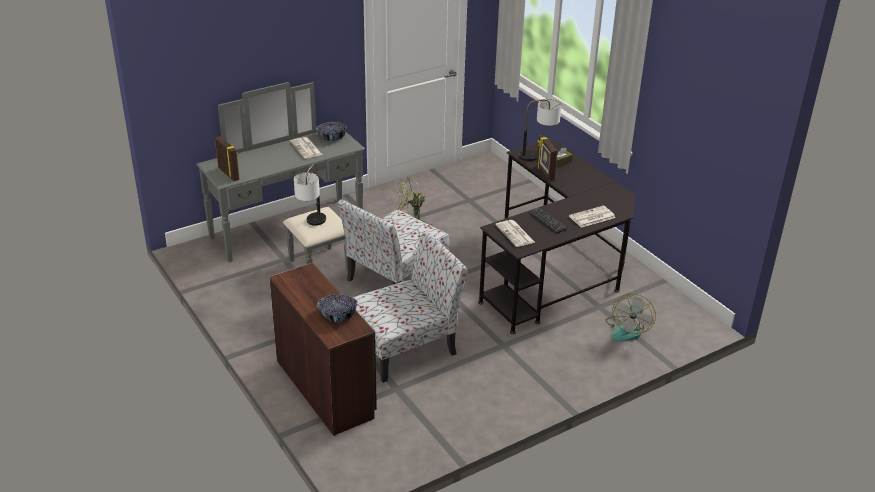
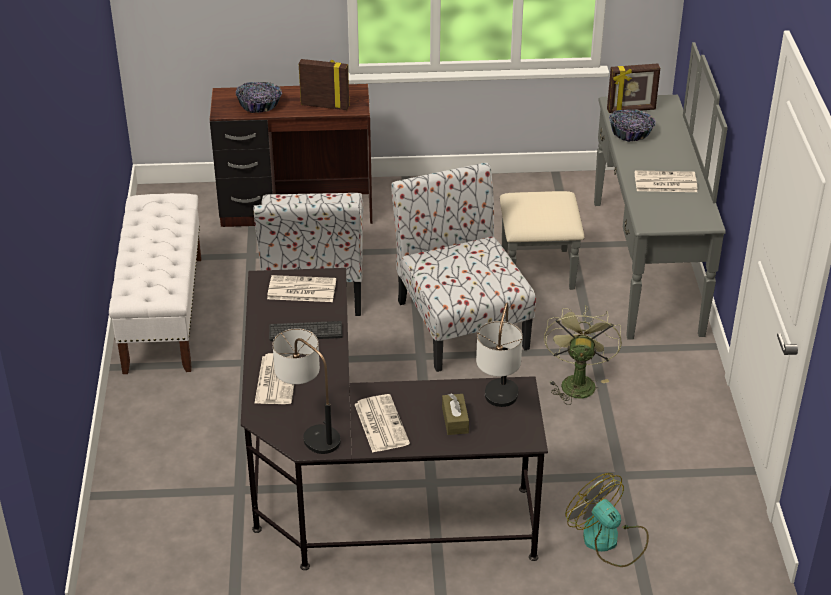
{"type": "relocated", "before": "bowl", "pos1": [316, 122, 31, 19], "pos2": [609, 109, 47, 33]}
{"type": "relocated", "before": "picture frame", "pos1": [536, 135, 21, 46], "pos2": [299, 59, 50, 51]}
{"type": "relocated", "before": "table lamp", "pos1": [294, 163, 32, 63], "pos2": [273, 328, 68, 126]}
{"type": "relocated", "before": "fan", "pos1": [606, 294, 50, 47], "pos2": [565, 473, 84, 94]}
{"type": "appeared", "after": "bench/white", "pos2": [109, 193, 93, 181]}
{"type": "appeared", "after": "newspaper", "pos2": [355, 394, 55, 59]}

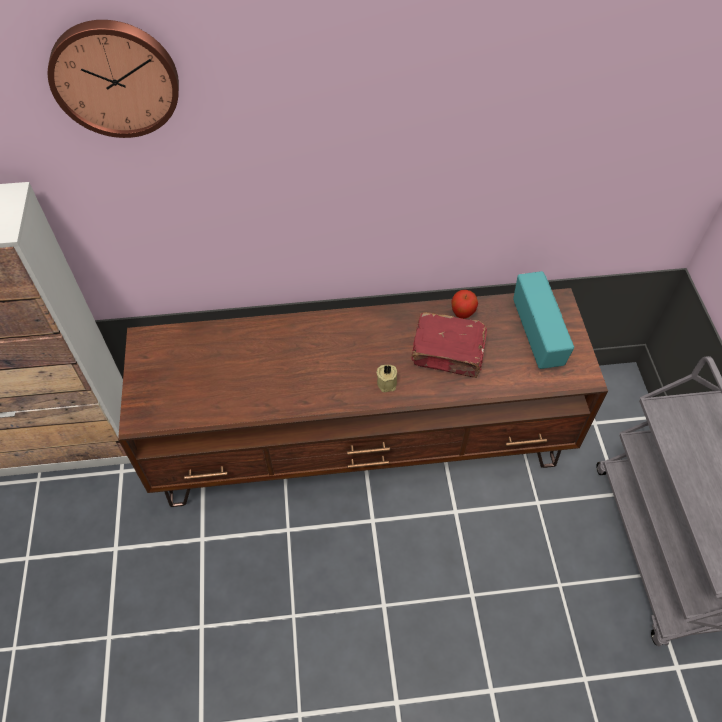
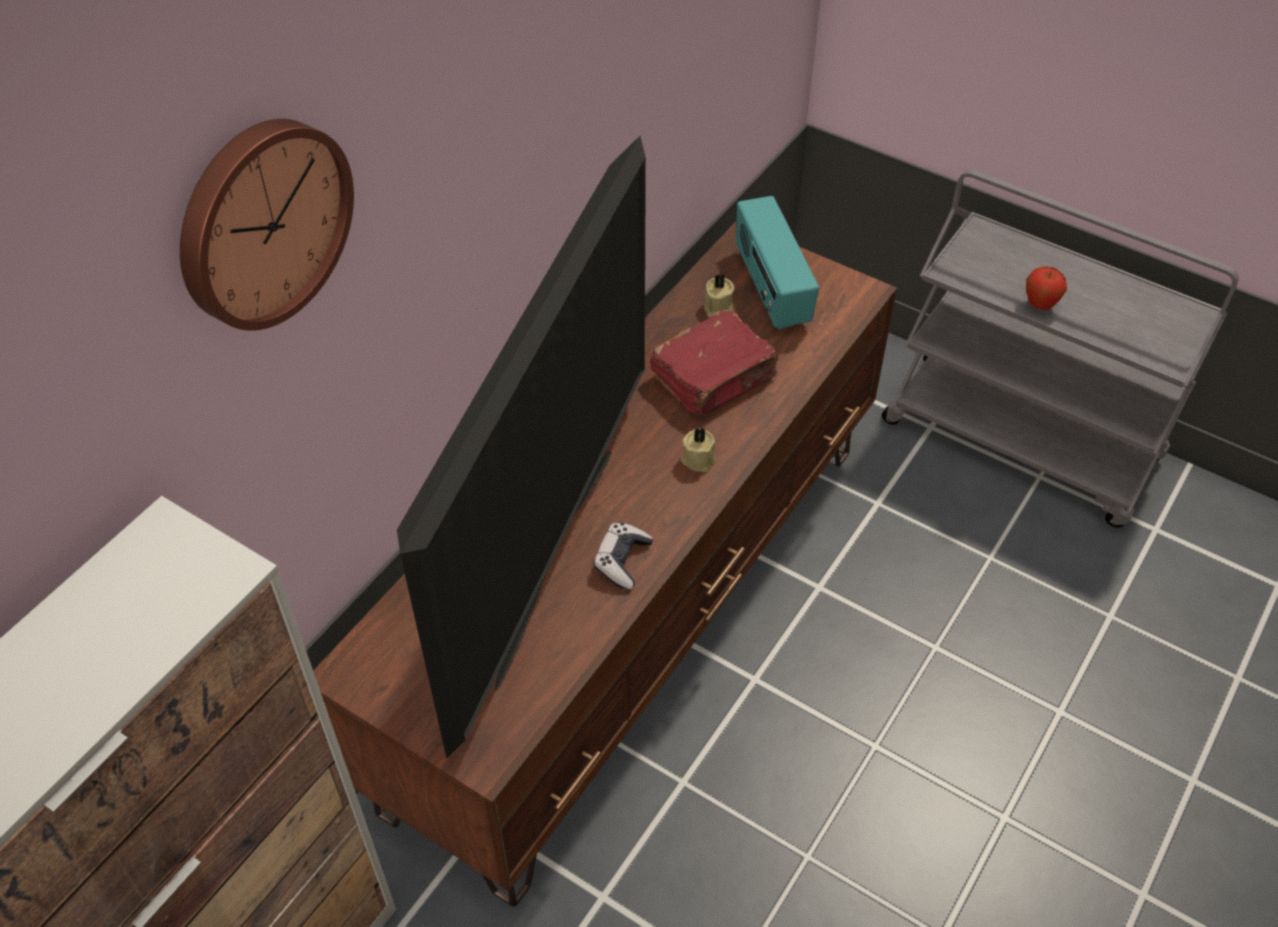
{"type": "spun", "before": "radio", "pos1": [513, 271, 61, 98], "pos2": [736, 196, 83, 134], "turn": -135}
{"type": "relocated", "before": "apple", "pos1": [451, 290, 27, 29], "pos2": [1026, 267, 41, 43]}
{"type": "appeared", "after": "television", "pos2": [397, 136, 249, 622]}
{"type": "appeared", "after": "candle/beige", "pos2": [703, 274, 31, 43]}
{"type": "appeared", "after": "game controller", "pos2": [594, 523, 59, 67]}

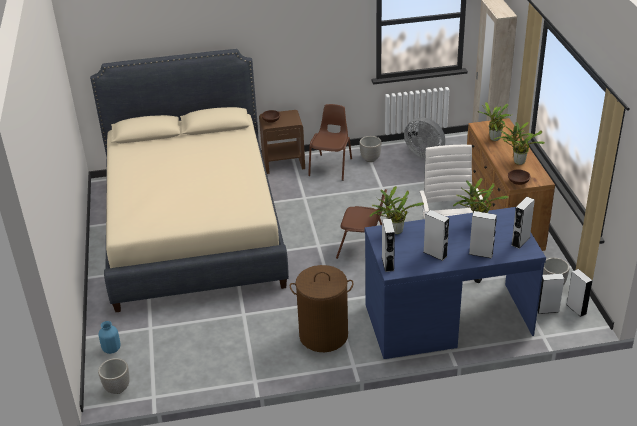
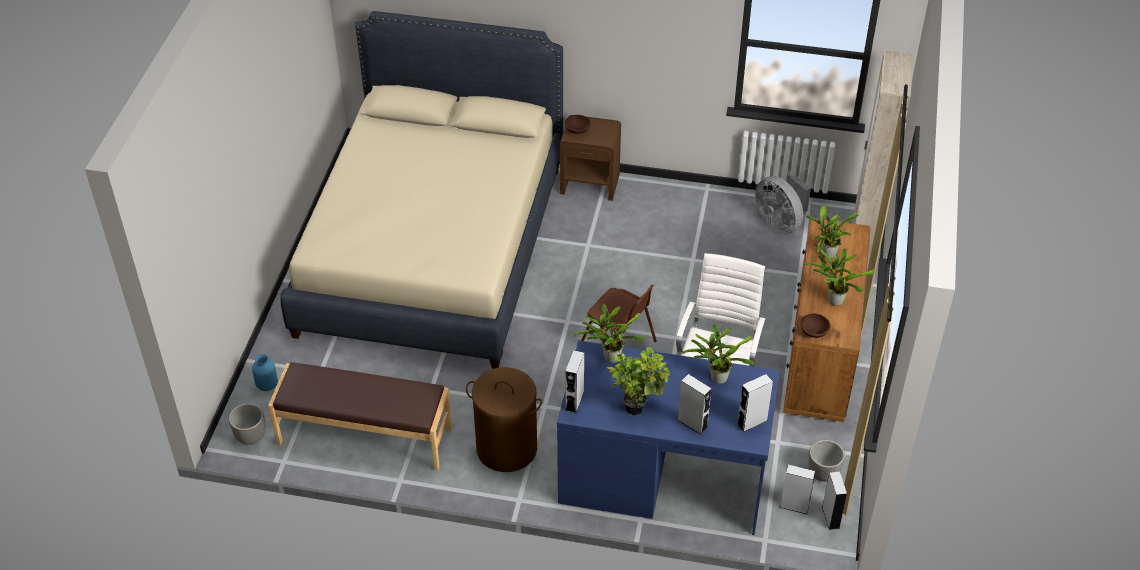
{"type": "missing", "before": "chair/brown", "pos1": [308, 104, 44, 77]}
{"type": "missing", "before": "planter", "pos1": [359, 136, 22, 26]}
{"type": "exchanged", "before": "speaker/grey", "after": "potted plant", "pos1": [424, 210, 25, 51], "pos2": [607, 347, 63, 69]}
{"type": "appeared", "after": "bench/brown", "pos2": [268, 362, 184, 109]}

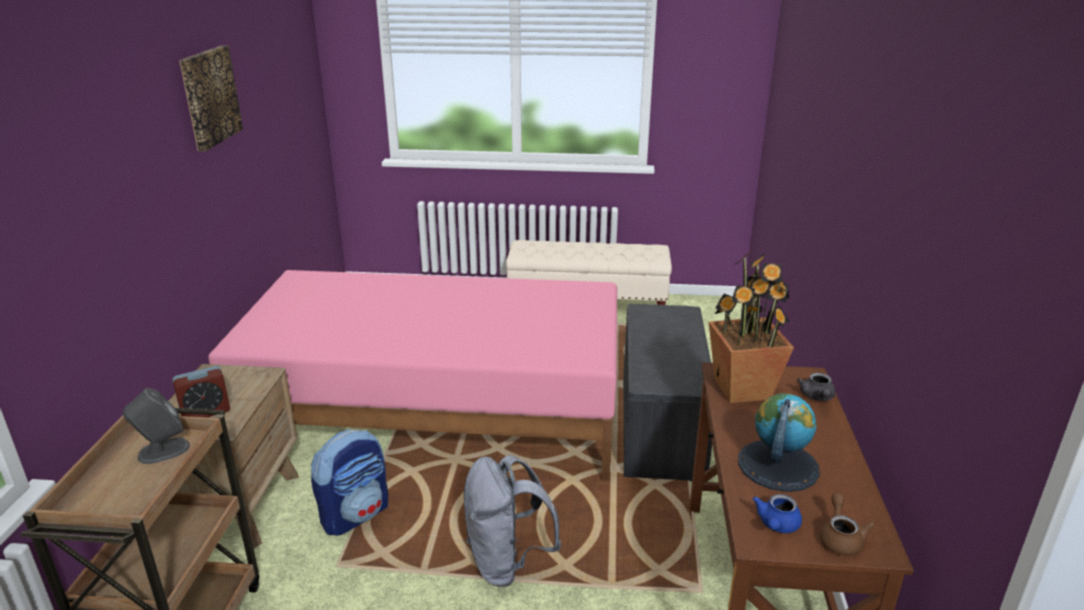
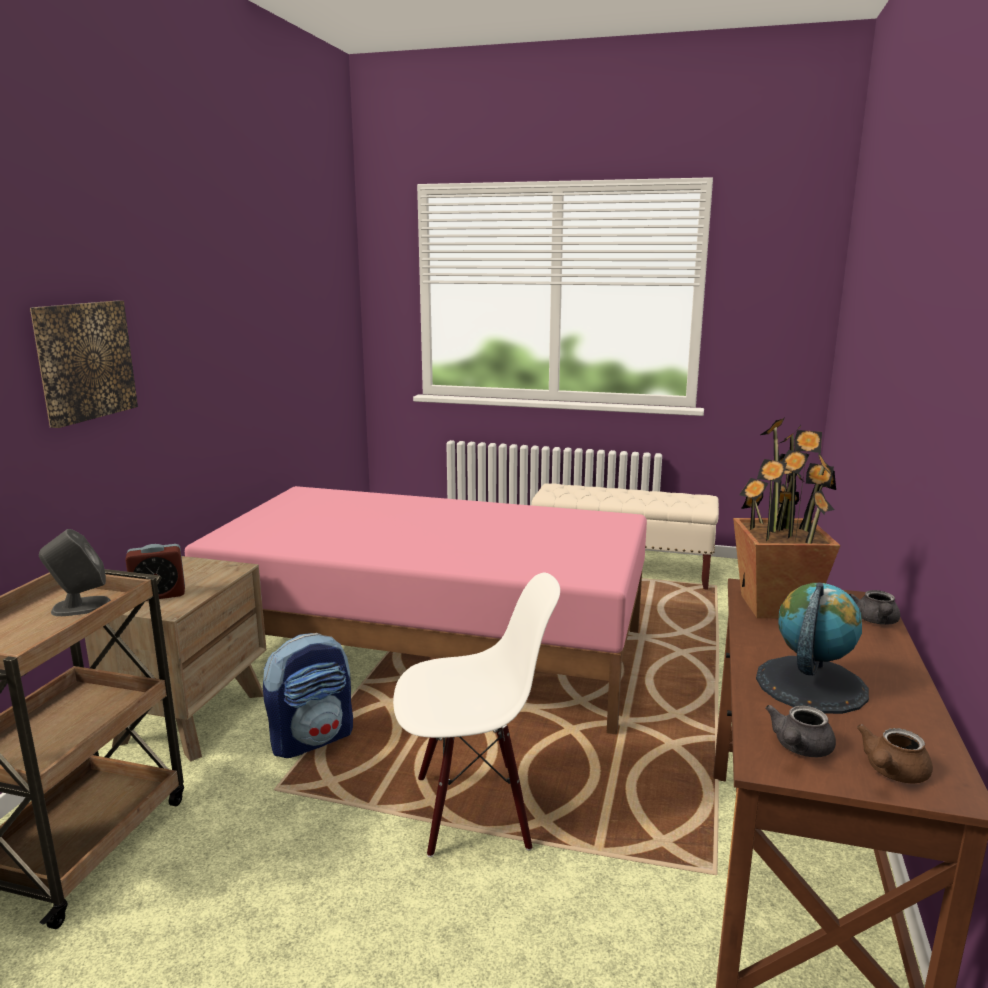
{"type": "relocated", "before": "picture", "pos1": [179, 45, 64, 106], "pos2": [30, 301, 108, 127]}
{"type": "missing", "before": "bench/grey", "pos1": [623, 304, 89, 178]}
{"type": "exchanged", "before": "backpack/grey", "after": "chair/white", "pos1": [463, 455, 99, 132], "pos2": [393, 573, 167, 284]}
{"type": "spun", "before": "teapot/brown", "pos1": [820, 493, 55, 63], "pos2": [857, 724, 76, 60], "turn": -150}
{"type": "colour", "before": "teapot/blue", "after": "teapot/grey", "pos1": [753, 494, 49, 39], "pos2": [765, 705, 71, 52]}

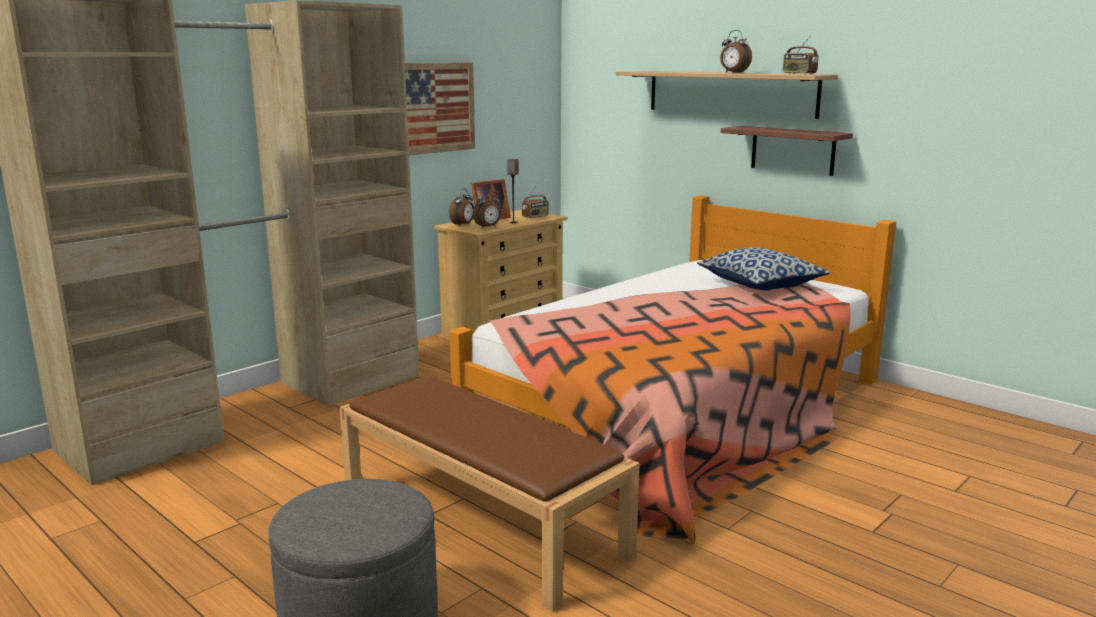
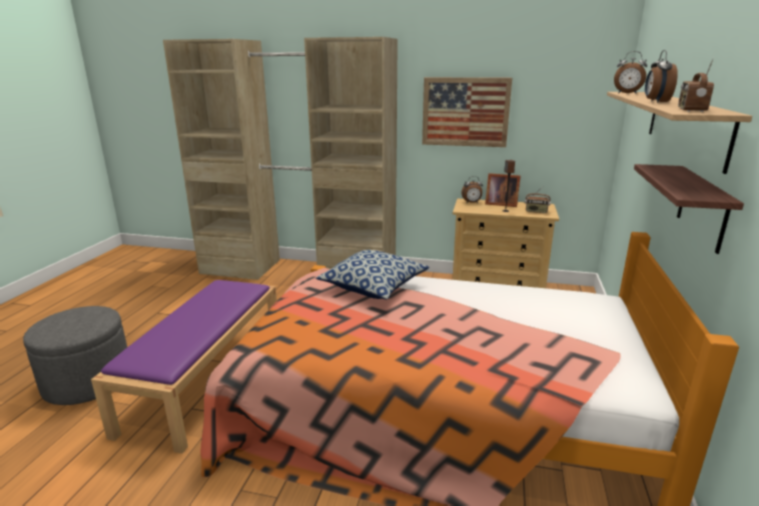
{"type": "relocated", "before": "alarm clock", "pos1": [473, 190, 28, 38], "pos2": [614, 51, 33, 43]}
{"type": "relocated", "before": "pillow", "pos1": [697, 247, 134, 43], "pos2": [316, 250, 113, 50]}
{"type": "colour", "before": "bench/brown", "after": "bench/purple", "pos1": [339, 377, 300, 235], "pos2": [91, 280, 186, 174]}

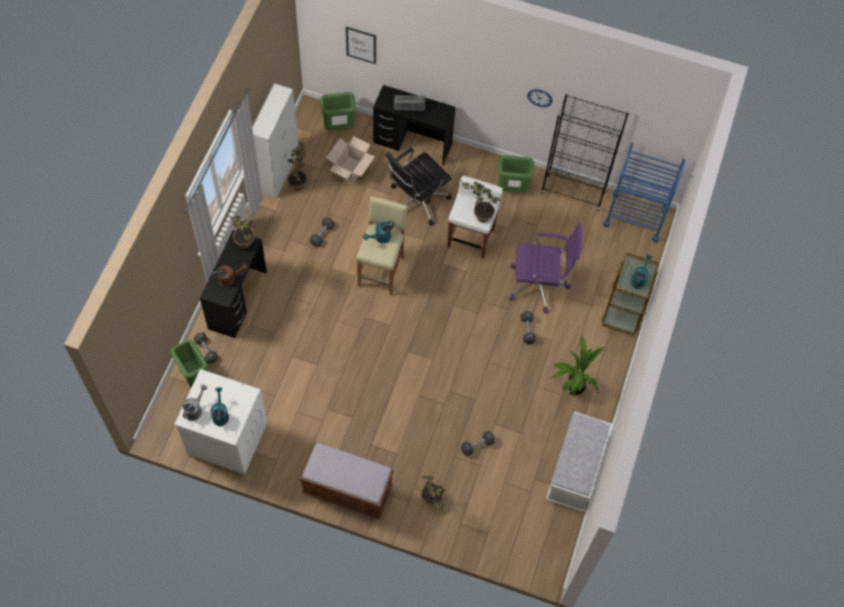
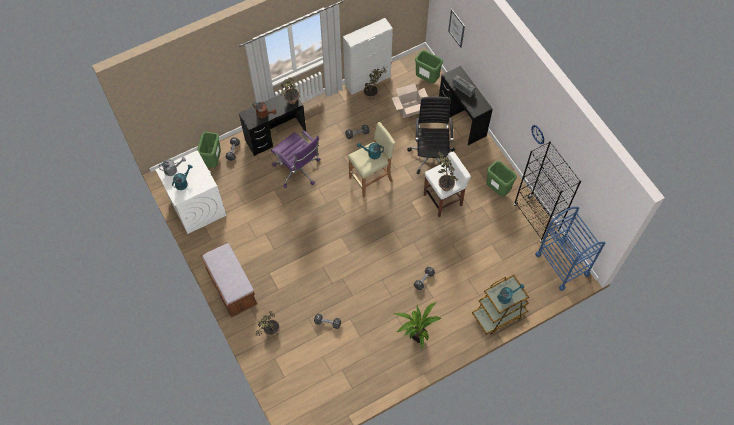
{"type": "spun", "before": "office chair/black", "pos1": [386, 148, 66, 78], "pos2": [407, 97, 48, 77], "turn": 90}
{"type": "relocated", "before": "office chair/purple", "pos1": [509, 223, 73, 90], "pos2": [271, 130, 49, 58]}
{"type": "missing", "before": "bench/white", "pos1": [546, 411, 66, 101]}

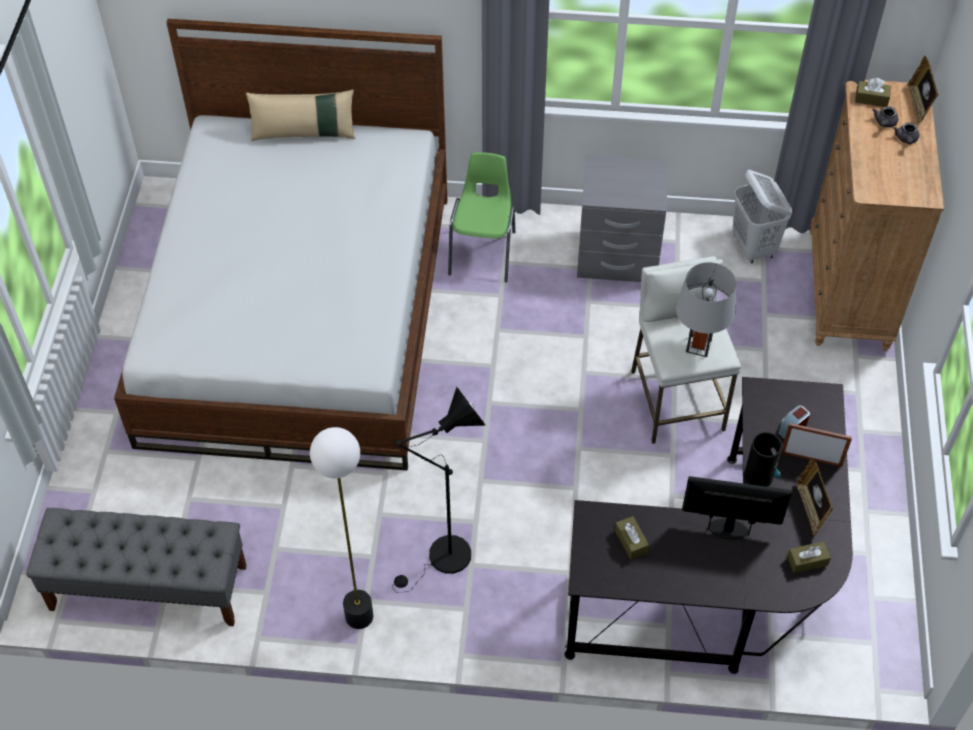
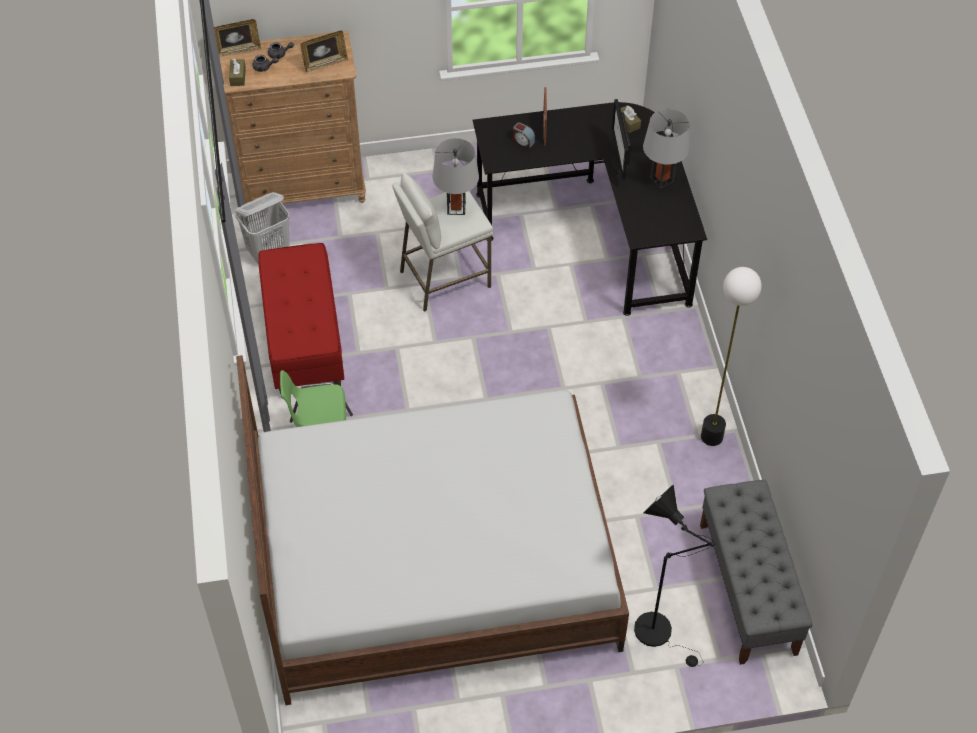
{"type": "missing", "before": "pillow/beige", "pos1": [246, 89, 109, 52]}
{"type": "exchanged", "before": "nightstand/grey", "after": "bench/red", "pos1": [577, 155, 91, 127], "pos2": [258, 243, 86, 154]}
{"type": "relocated", "before": "floor lamp/black", "pos1": [393, 387, 93, 206], "pos2": [634, 484, 82, 183]}
{"type": "missing", "before": "vase", "pos1": [744, 432, 38, 55]}
{"type": "relocated", "before": "picture frame", "pos1": [796, 458, 37, 77], "pos2": [301, 31, 47, 41]}
{"type": "missing", "before": "tissue box/brown", "pos1": [615, 516, 34, 43]}
{"type": "appeared", "after": "table lamp/grey", "pos2": [643, 109, 47, 79]}

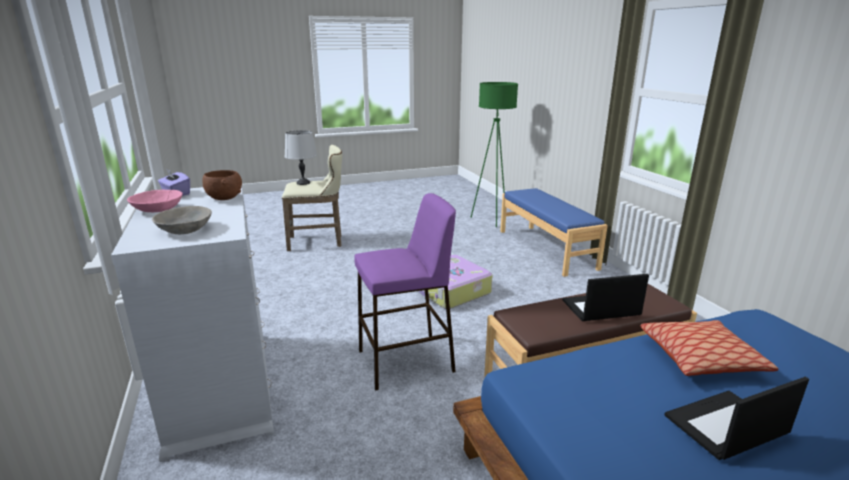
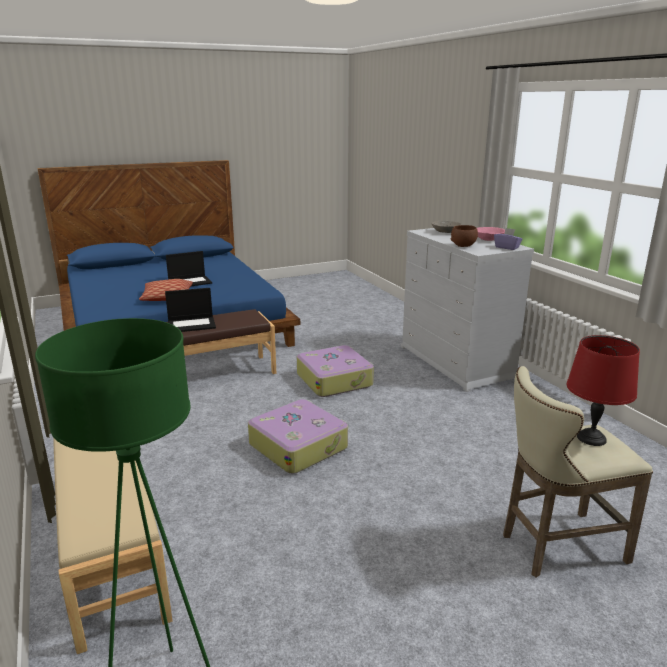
{"type": "colour", "before": "table lamp/grey", "after": "table lamp/red", "pos1": [285, 130, 32, 55], "pos2": [566, 335, 74, 111]}
{"type": "colour", "before": "bench/blue", "after": "bench/beige", "pos1": [500, 188, 108, 89], "pos2": [54, 439, 119, 215]}
{"type": "exchanged", "before": "stool/purple", "after": "suitcase", "pos1": [354, 193, 102, 197], "pos2": [297, 345, 77, 52]}

